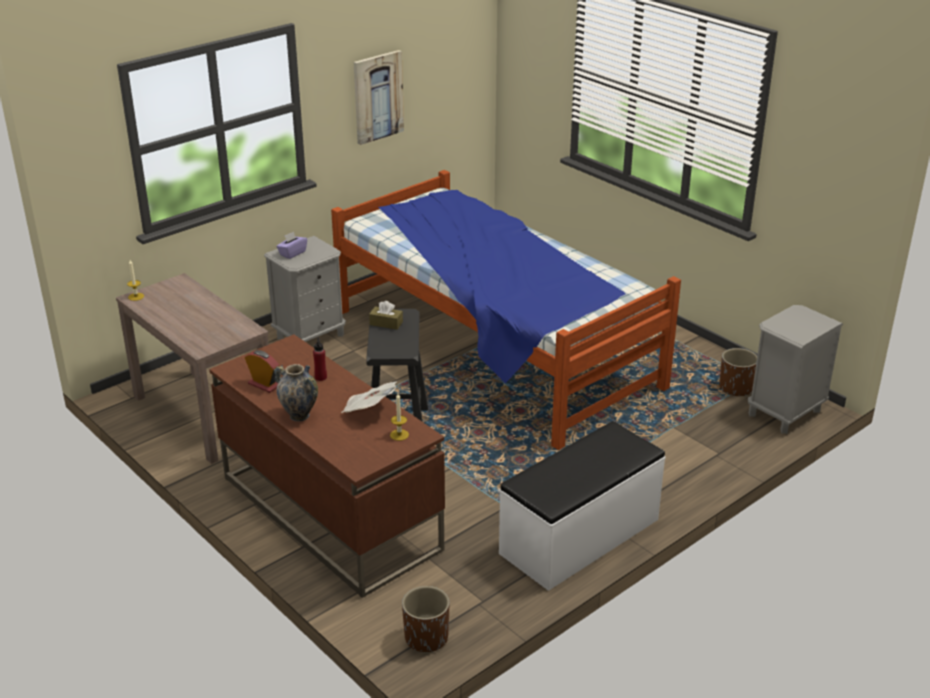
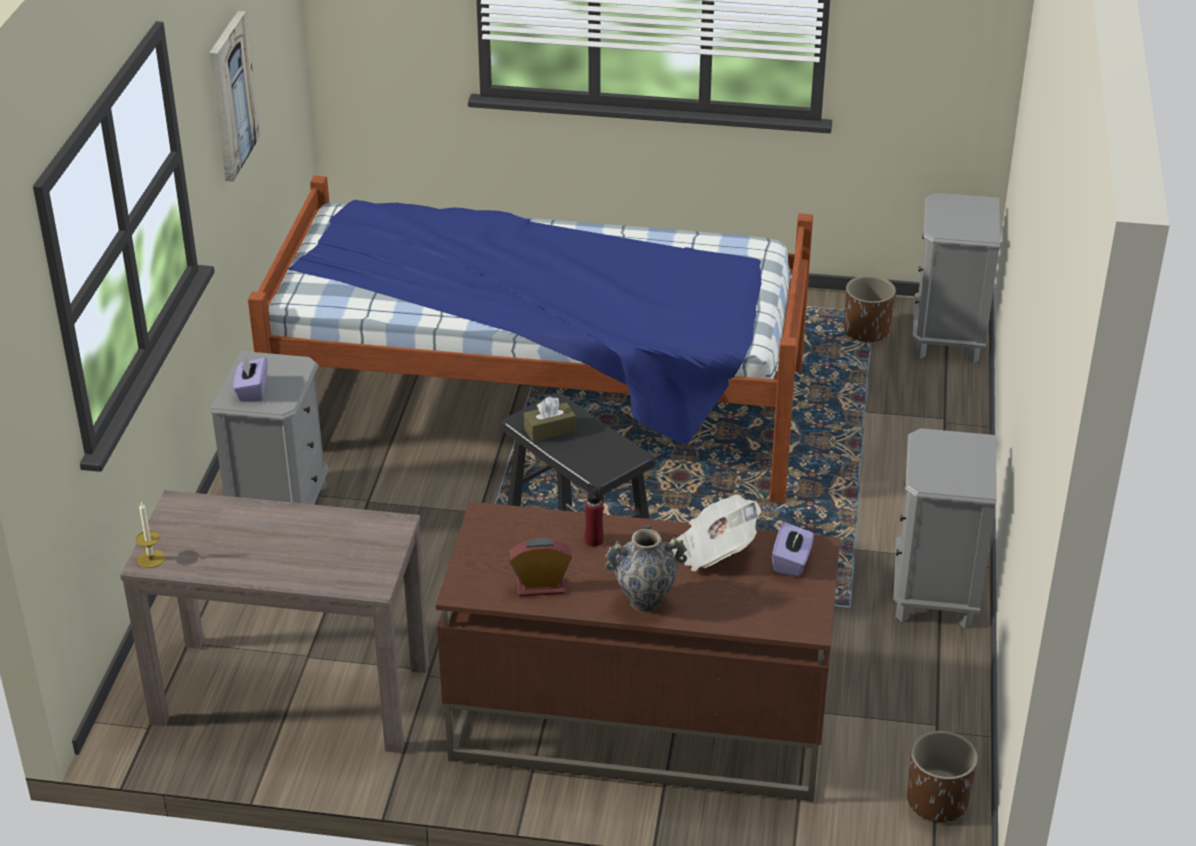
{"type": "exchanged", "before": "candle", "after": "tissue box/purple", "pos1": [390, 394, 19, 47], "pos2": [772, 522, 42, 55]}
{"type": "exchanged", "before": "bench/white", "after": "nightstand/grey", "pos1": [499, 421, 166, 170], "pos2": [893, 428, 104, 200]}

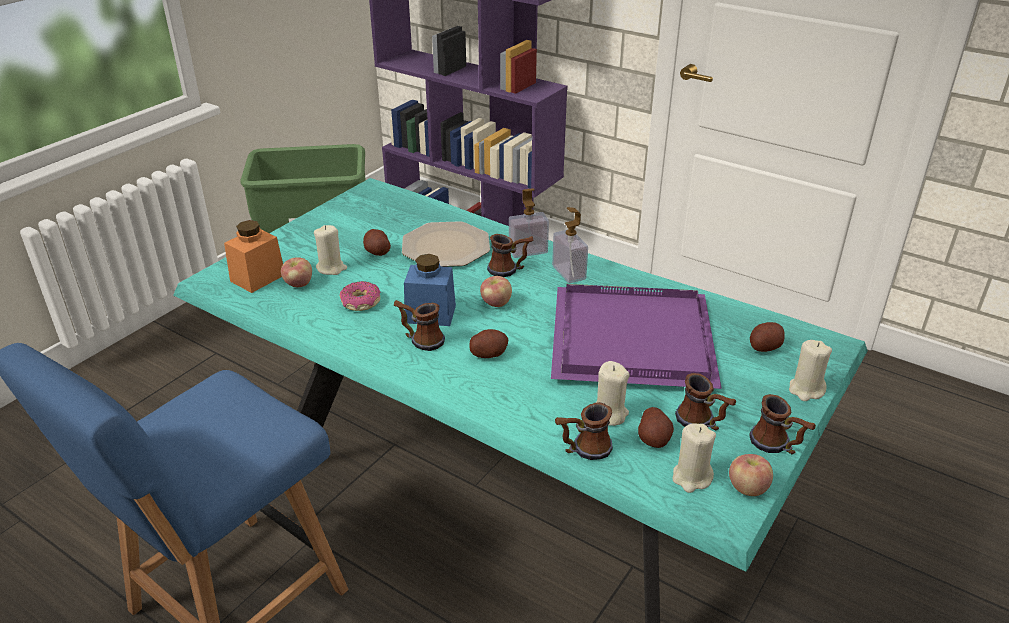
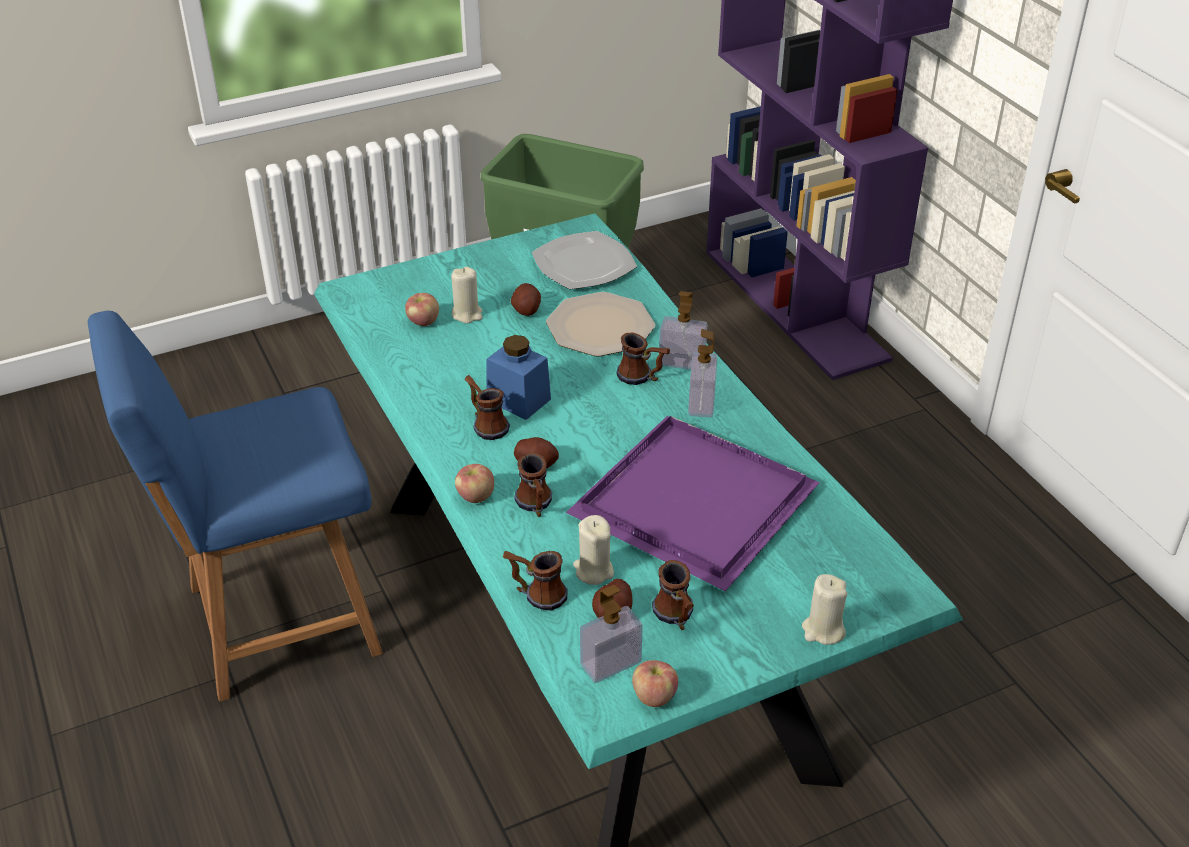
{"type": "missing", "before": "jar/orange", "pos1": [224, 220, 59, 73]}
{"type": "relocated", "before": "apple", "pos1": [480, 276, 32, 31], "pos2": [455, 464, 39, 39]}
{"type": "missing", "before": "donut", "pos1": [340, 281, 41, 30]}
{"type": "missing", "before": "potato", "pos1": [750, 322, 35, 30]}
{"type": "relocated", "before": "mug", "pos1": [749, 394, 67, 60], "pos2": [514, 452, 38, 65]}
{"type": "exchanged", "before": "candle/beige", "after": "soap dispenser", "pos1": [672, 423, 44, 70], "pos2": [580, 585, 63, 98]}
{"type": "appeared", "after": "plate", "pos2": [532, 231, 105, 59]}

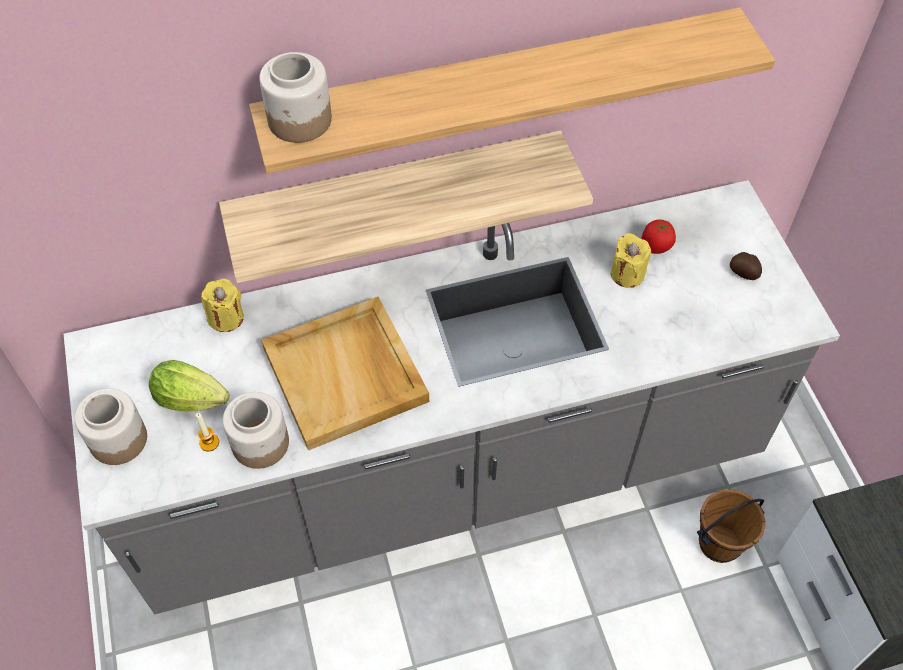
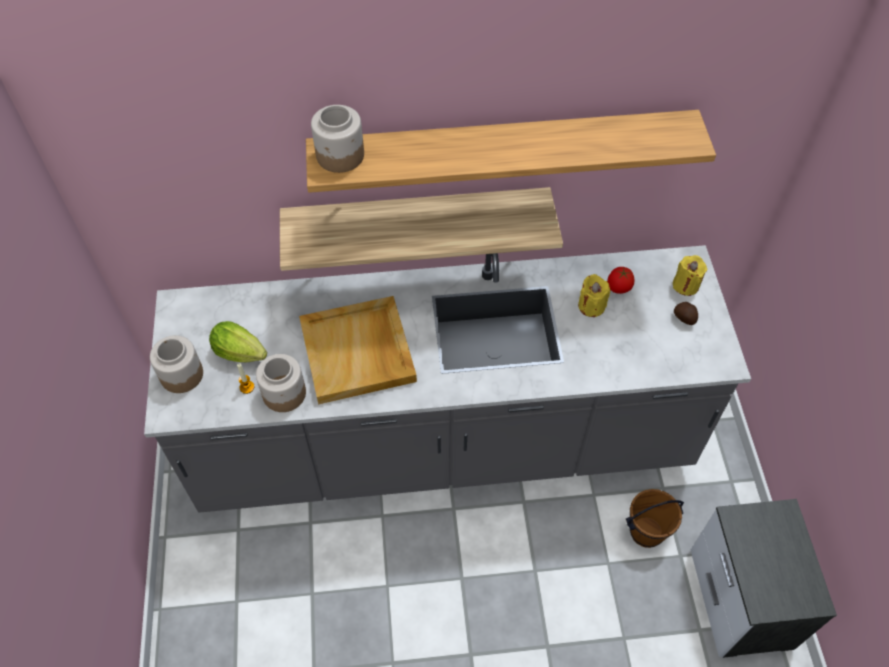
{"type": "relocated", "before": "candle/yellow", "pos1": [201, 279, 43, 53], "pos2": [673, 255, 34, 41]}

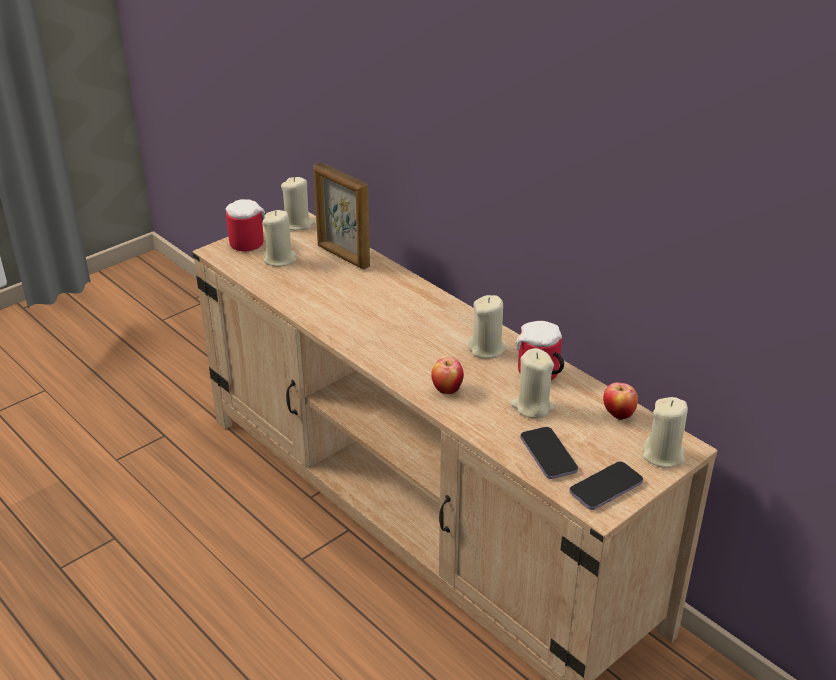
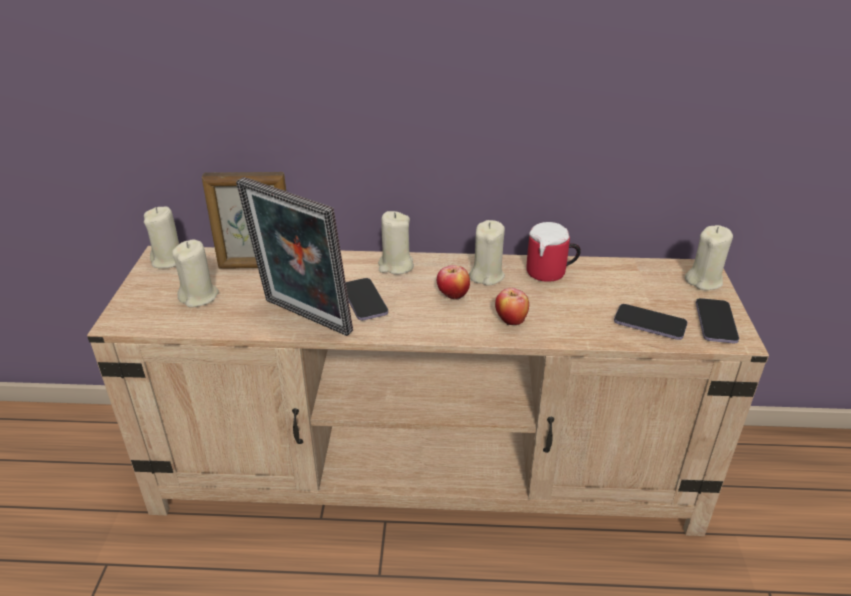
{"type": "missing", "before": "mug", "pos1": [225, 199, 40, 52]}
{"type": "relocated", "before": "candle/beige", "pos1": [511, 348, 43, 71], "pos2": [378, 211, 36, 63]}
{"type": "relocated", "before": "apple", "pos1": [603, 382, 35, 38], "pos2": [437, 265, 33, 35]}
{"type": "appeared", "after": "picture frame", "pos2": [236, 177, 117, 159]}
{"type": "appeared", "after": "phone", "pos2": [346, 278, 42, 42]}

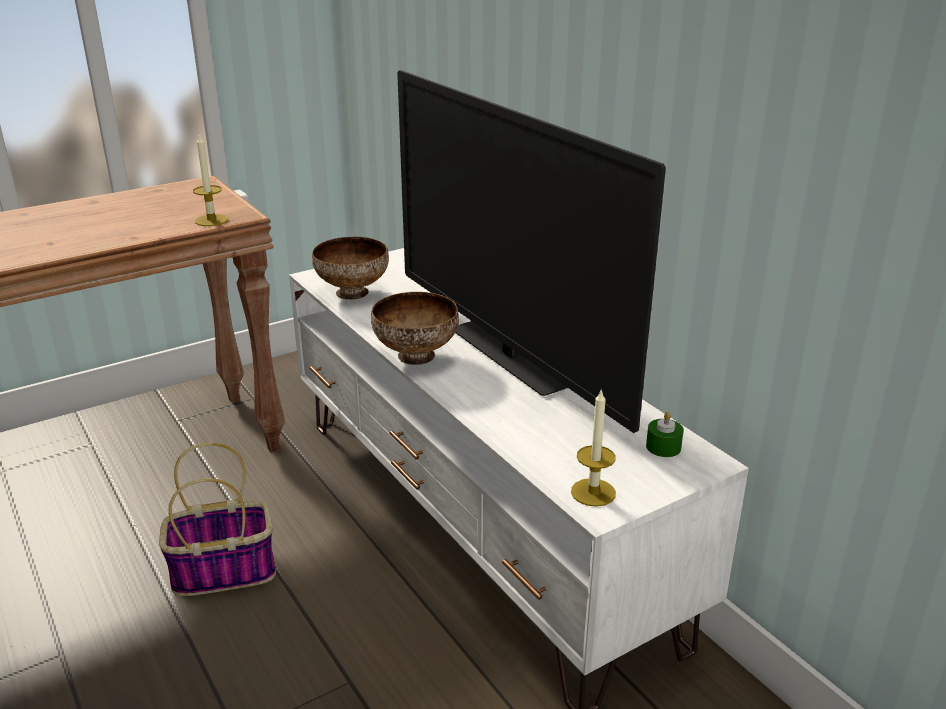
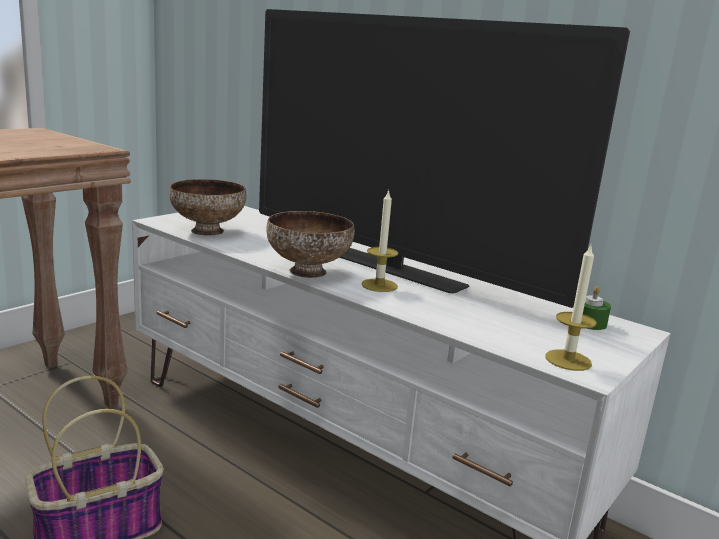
{"type": "relocated", "before": "candle", "pos1": [193, 133, 35, 93], "pos2": [361, 189, 37, 103]}

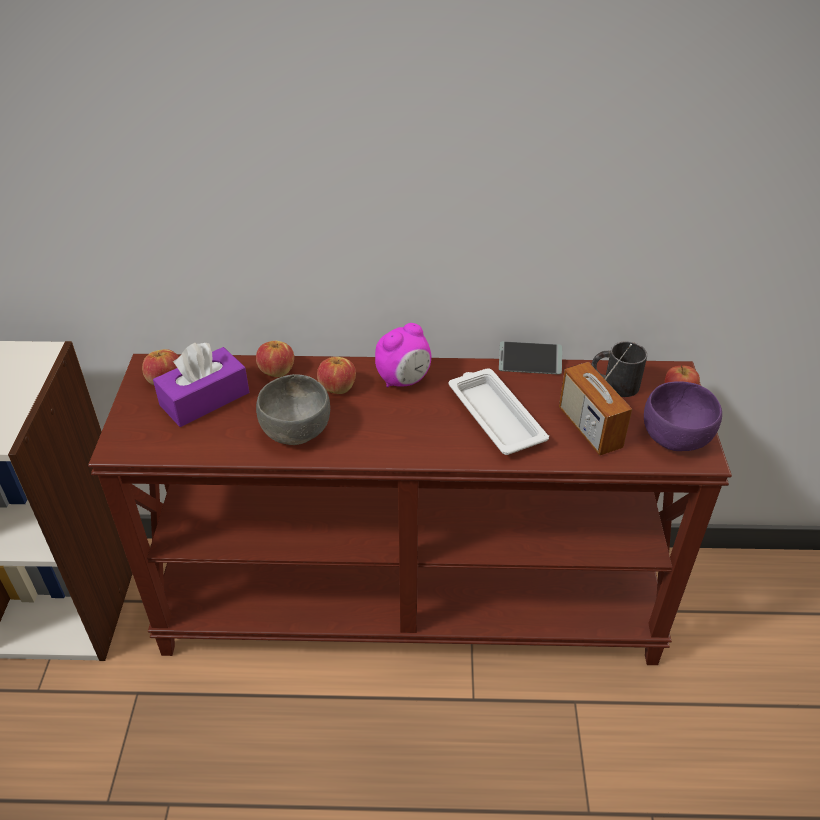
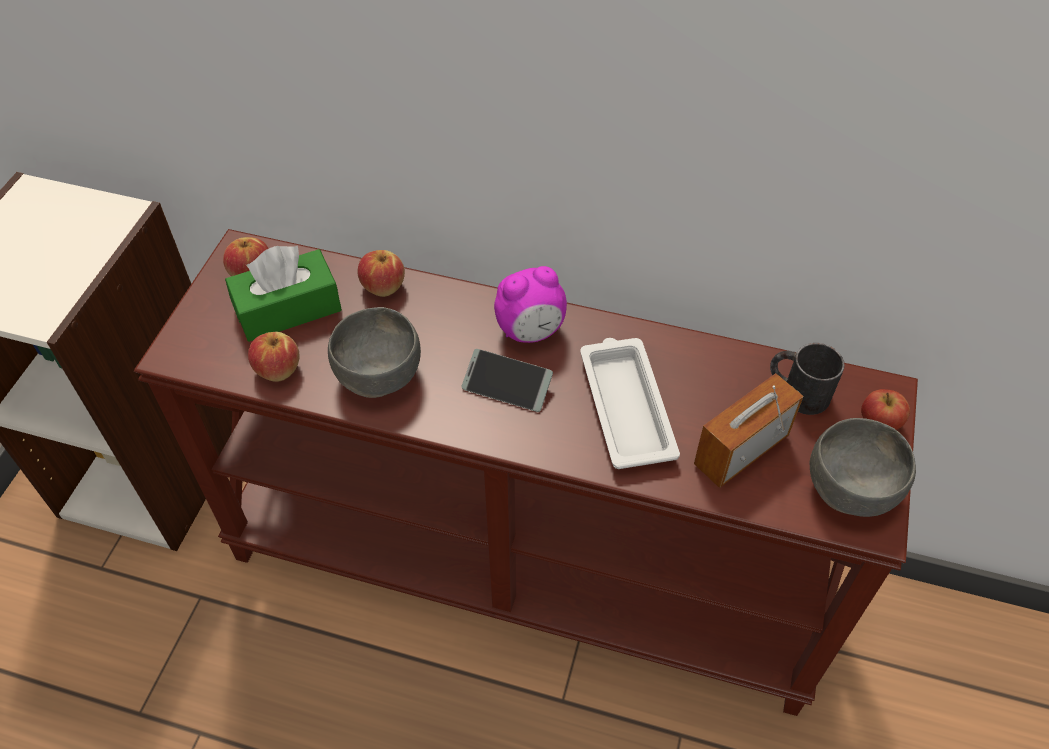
{"type": "relocated", "before": "phone", "pos1": [499, 341, 63, 34], "pos2": [461, 349, 92, 63]}
{"type": "colour", "before": "tissue box/purple", "after": "tissue box/green", "pos1": [153, 343, 96, 84], "pos2": [225, 245, 117, 97]}
{"type": "spun", "before": "radio", "pos1": [559, 344, 73, 111], "pos2": [694, 373, 109, 115], "turn": 60}
{"type": "relocated", "before": "apple", "pos1": [317, 357, 39, 37], "pos2": [248, 332, 51, 50]}
{"type": "colour", "before": "bowl/purple", "after": "bowl/grey", "pos1": [644, 381, 78, 70], "pos2": [810, 418, 106, 99]}

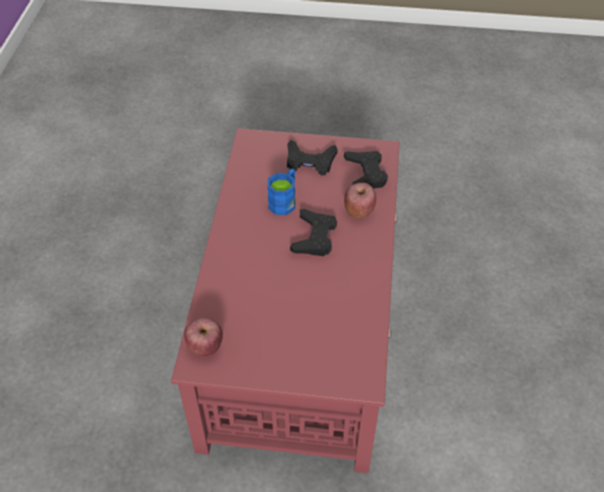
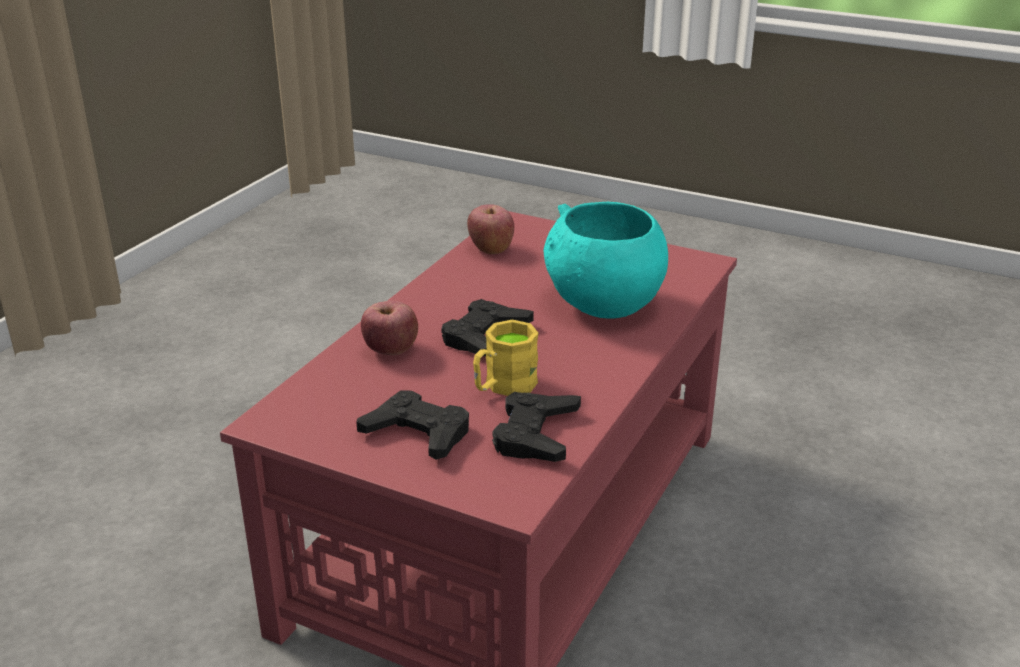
{"type": "relocated", "before": "game controller/black", "pos1": [344, 151, 44, 38], "pos2": [492, 392, 89, 70]}
{"type": "colour", "before": "mug/blue", "after": "mug/yellow", "pos1": [267, 168, 28, 47], "pos2": [473, 320, 66, 76]}
{"type": "relocated", "before": "apple", "pos1": [184, 318, 39, 38], "pos2": [467, 204, 47, 50]}
{"type": "appeared", "after": "bowl/turquoise", "pos2": [544, 202, 124, 116]}

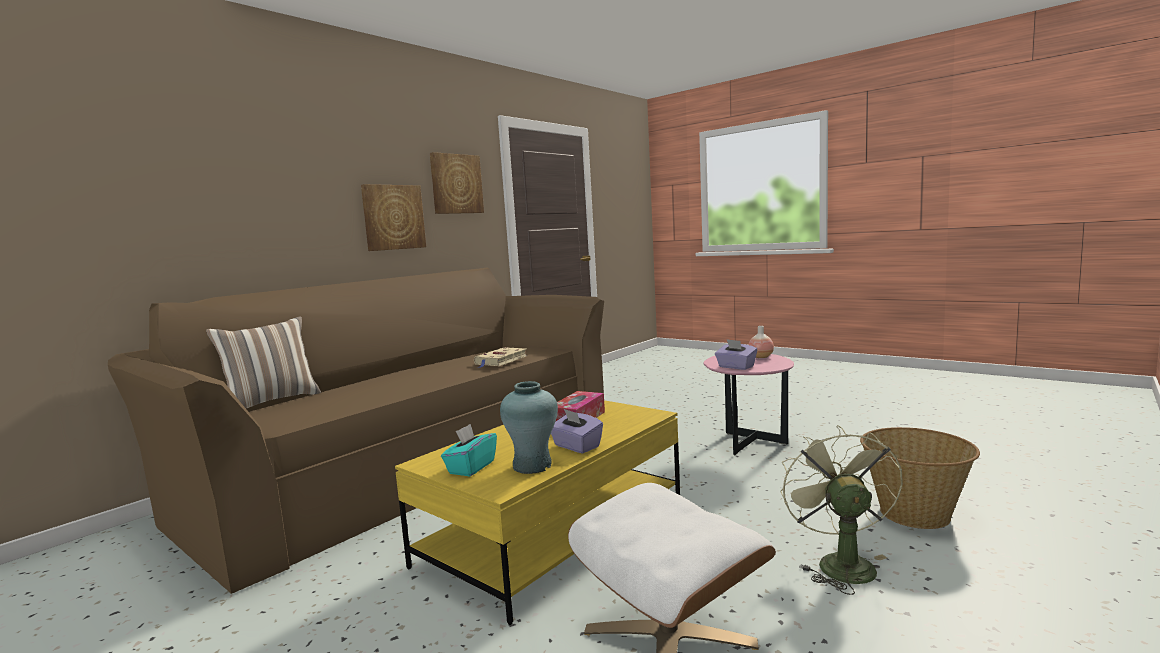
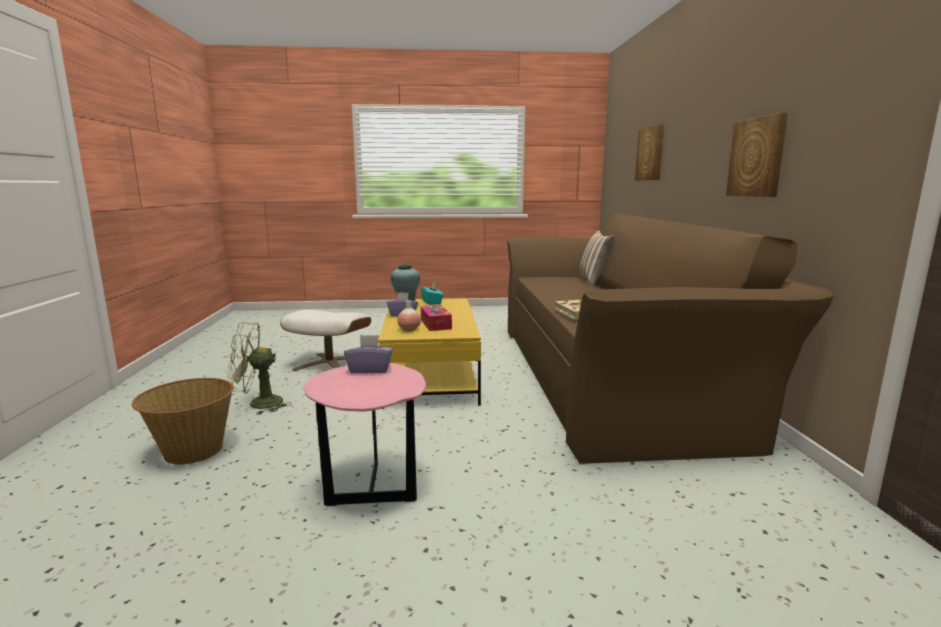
{"type": "relocated", "before": "picture", "pos1": [430, 152, 54, 62], "pos2": [635, 124, 29, 56]}
{"type": "relocated", "before": "vase", "pos1": [749, 326, 25, 32], "pos2": [398, 300, 23, 31]}
{"type": "spun", "before": "fan/green", "pos1": [781, 425, 122, 170], "pos2": [227, 322, 65, 93], "turn": 120}

